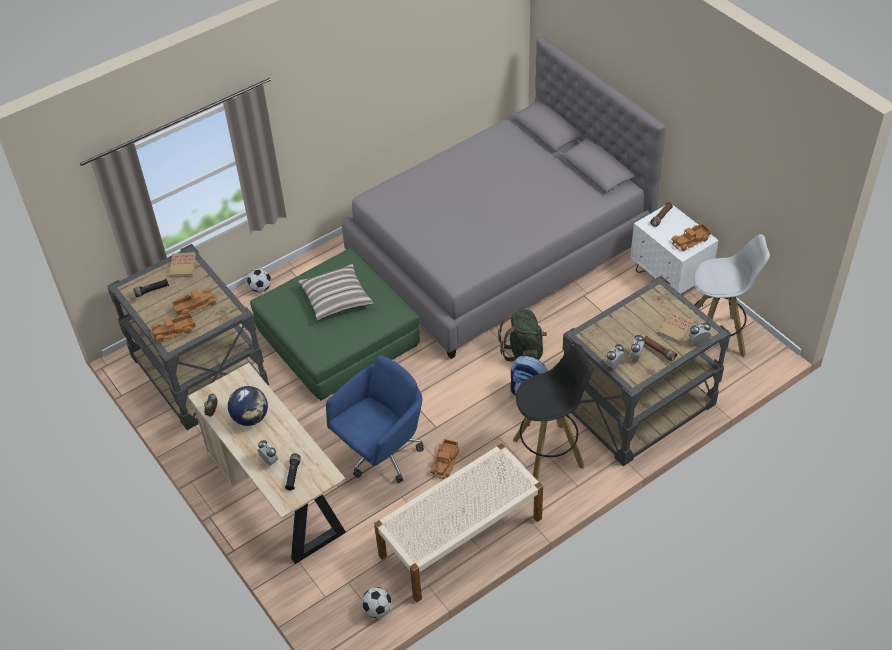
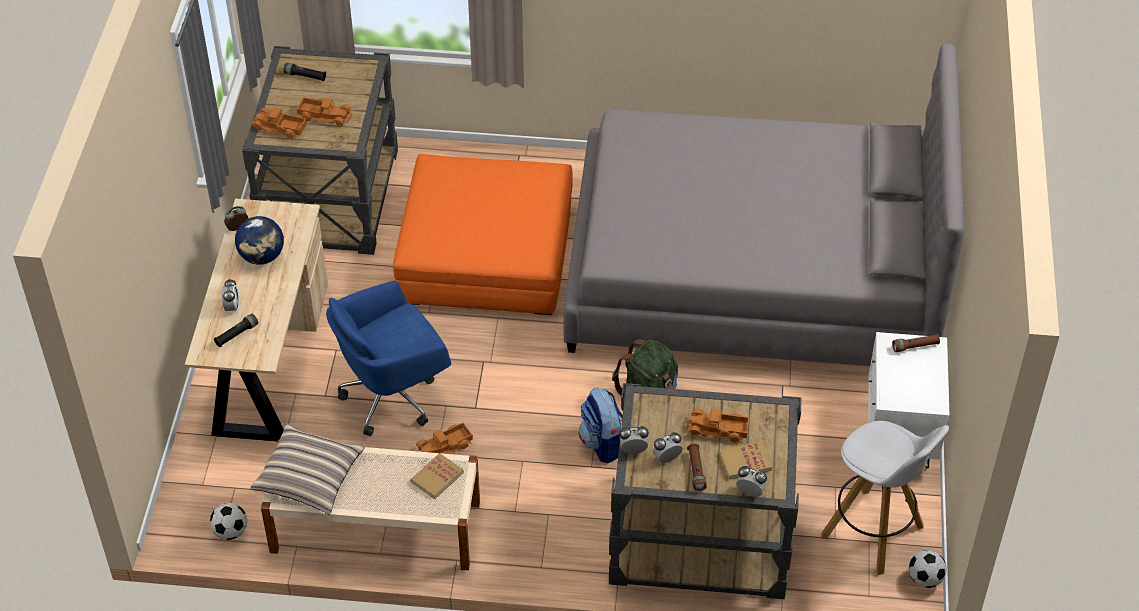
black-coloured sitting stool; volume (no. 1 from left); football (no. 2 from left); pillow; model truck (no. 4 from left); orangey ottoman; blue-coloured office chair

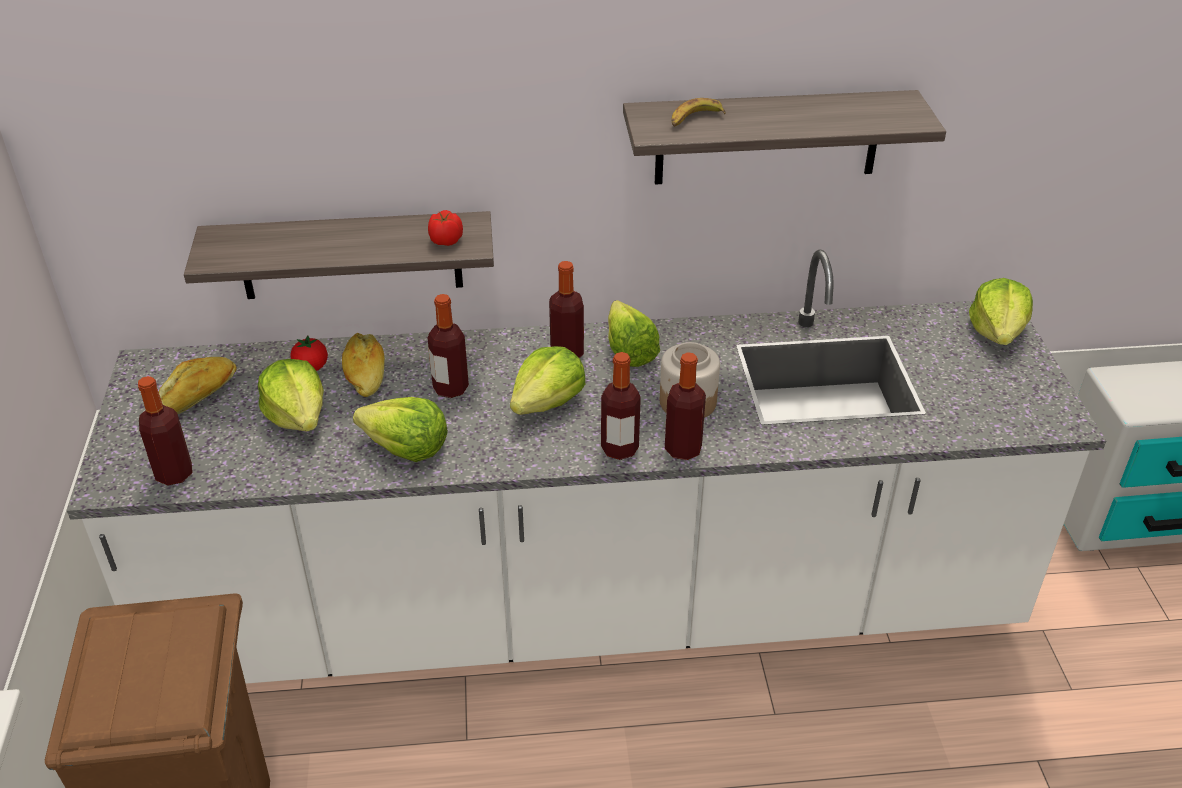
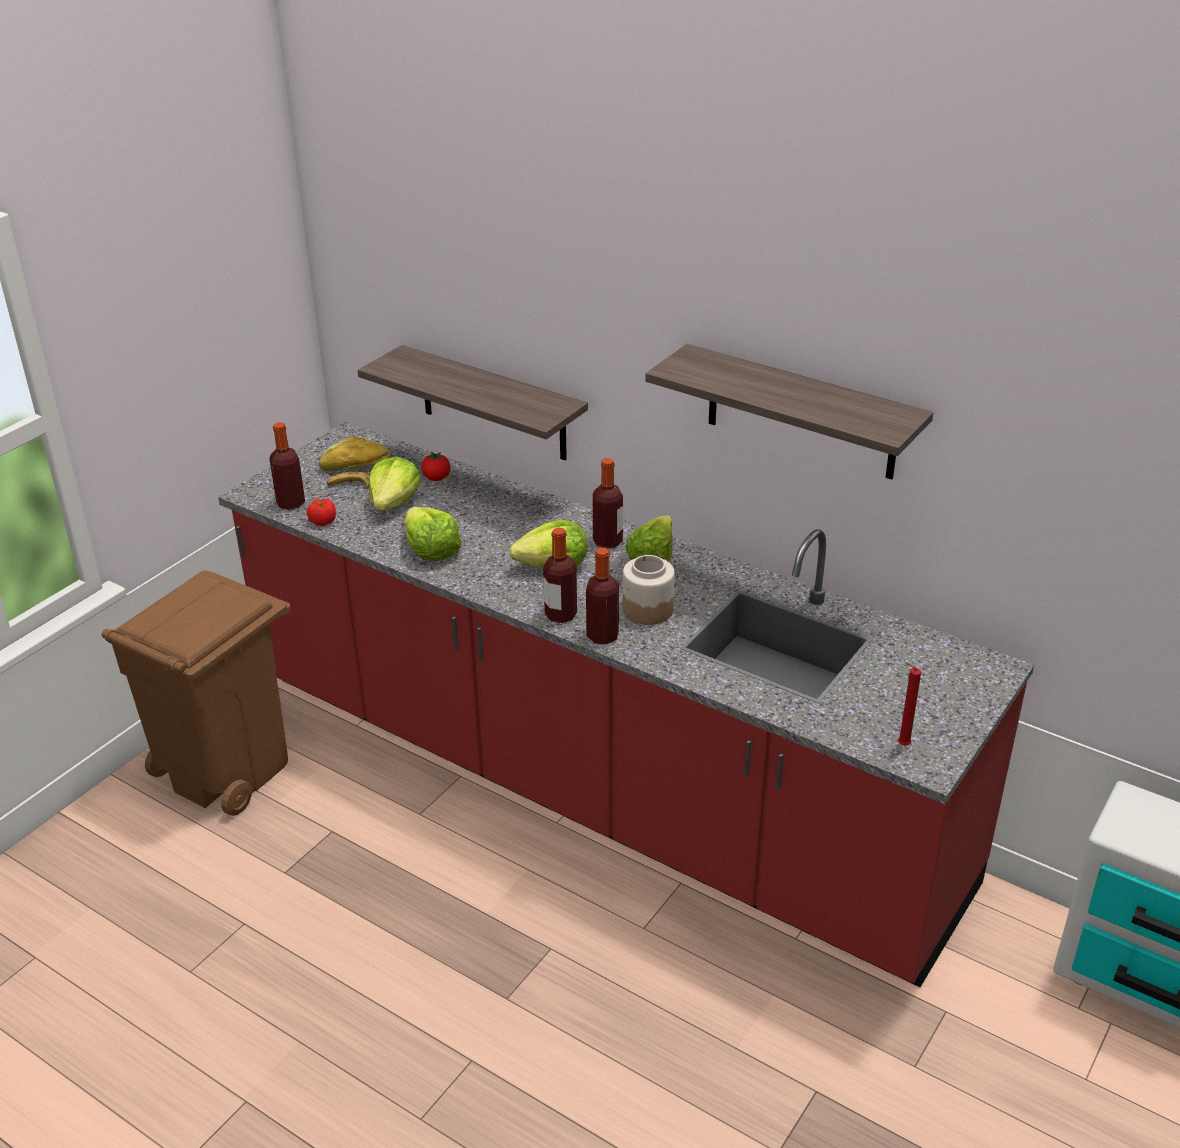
baked bread (no. 2 from left in the first image); bottle (no. 2 from left in the first image); lettuce (no. 5 from left in the first image); red-coloured wax light; fresh tomato (no. 1 from left); banana fruit; red-coloured kitchen base unit

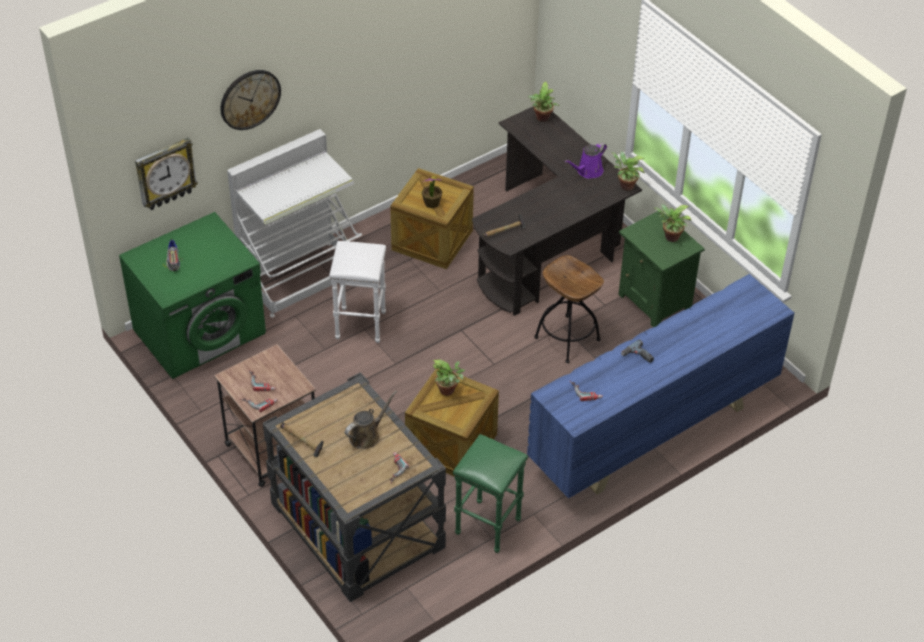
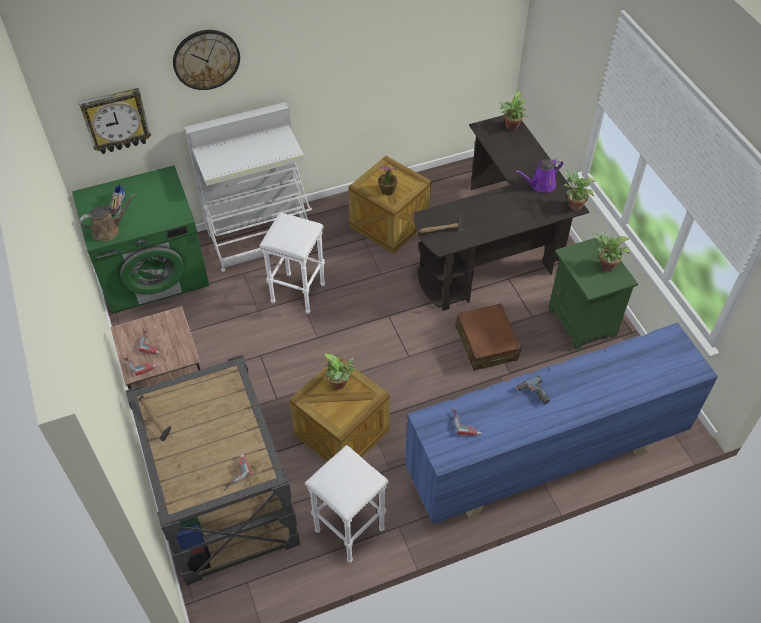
brown-coloured watering pot; brown-coloured suitcase; whitish sitting stool (no. 2 from left)

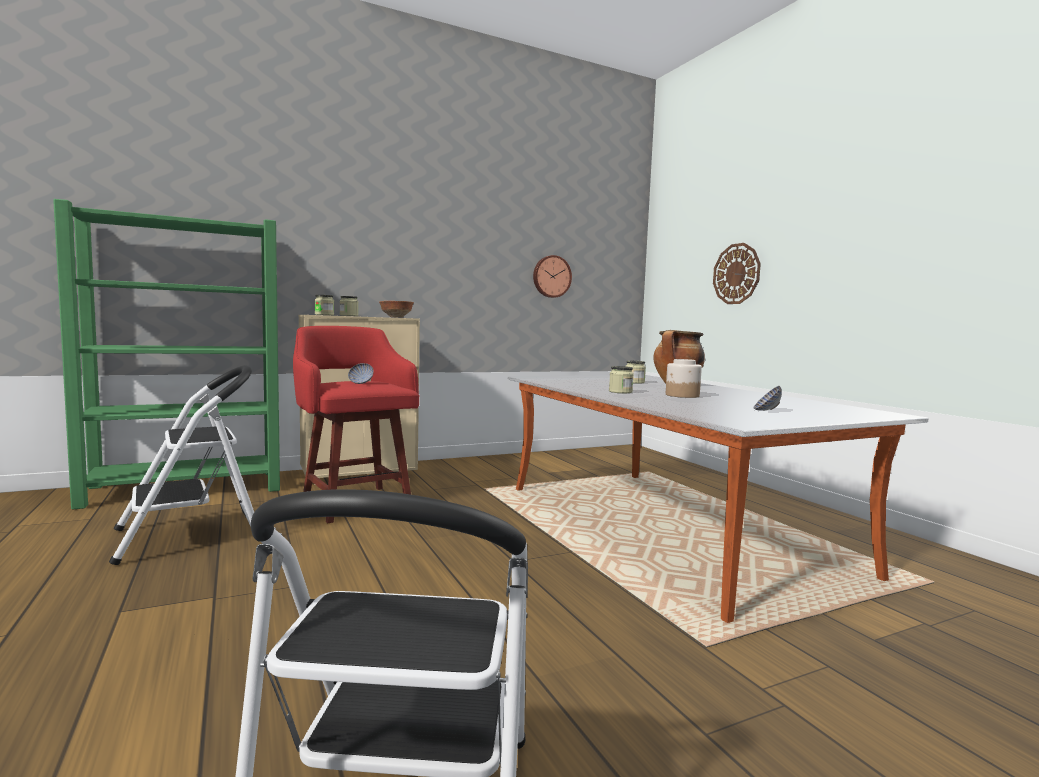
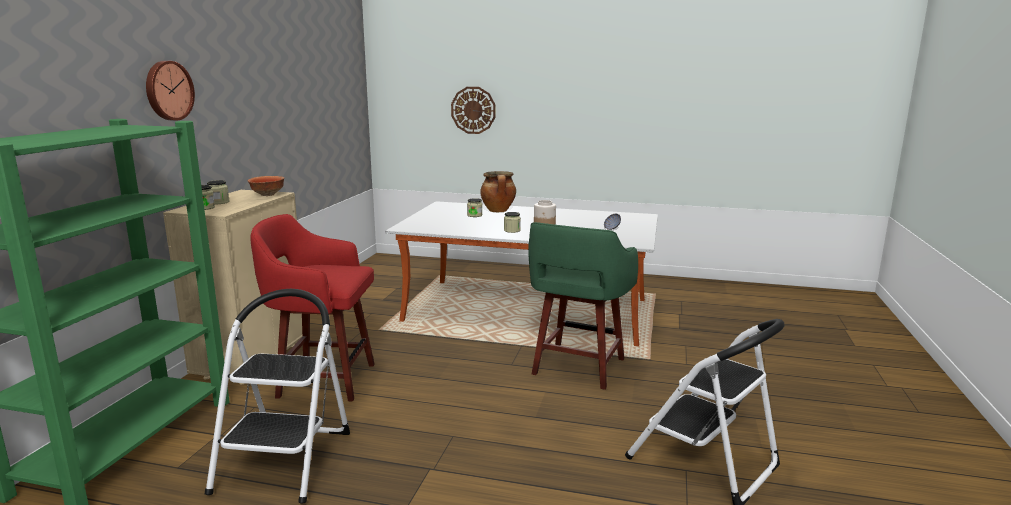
serving bowl (no. 1 from left in the first image); greenish sitting stool; wall clock (no. 1 from left)

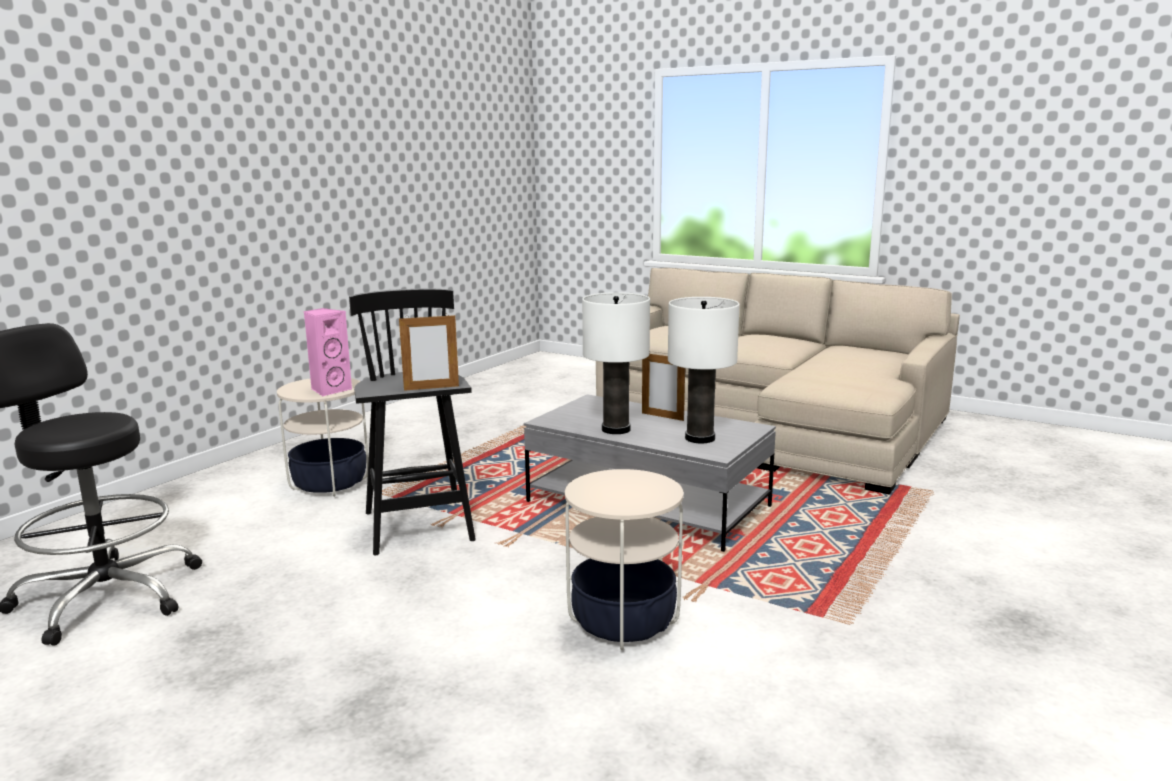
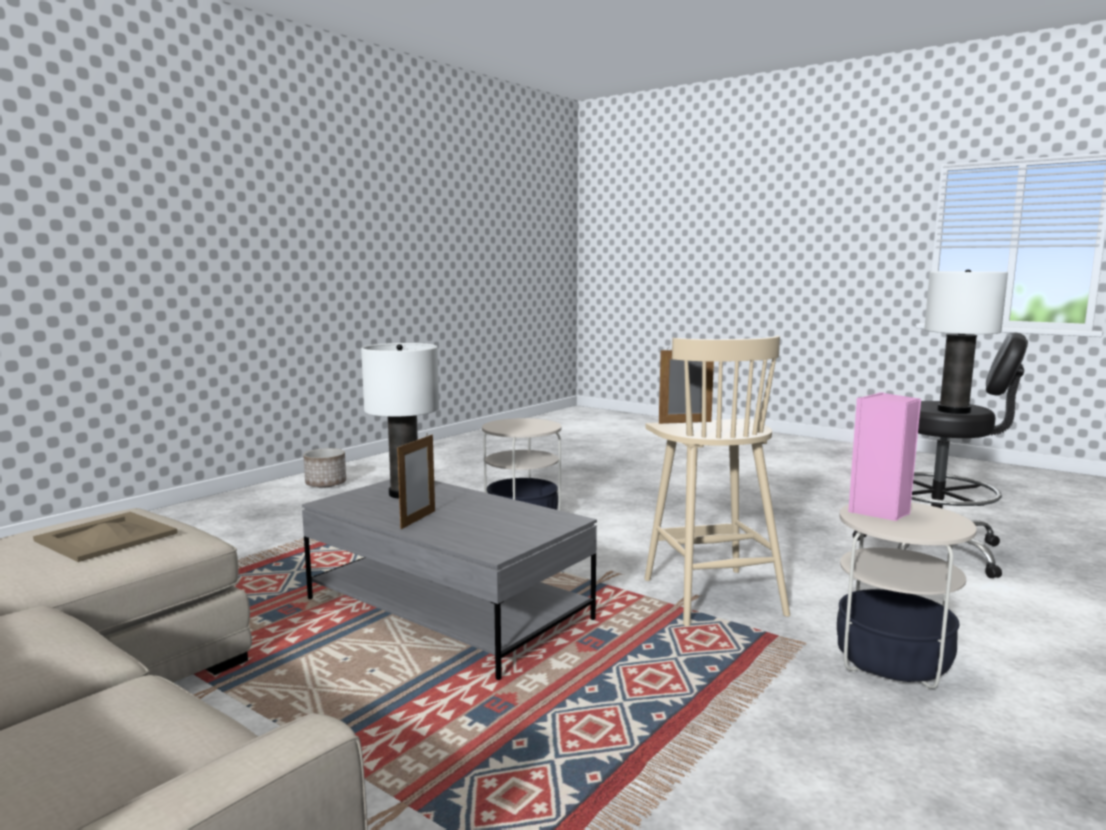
sand-coloured serving tray; plant pot; whitish tabletop lamp (no. 2 from left); sand-coloured sitting stool; photo frame (no. 1 from left)

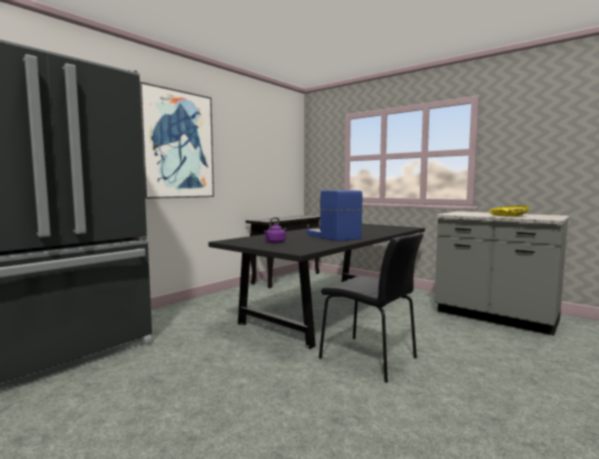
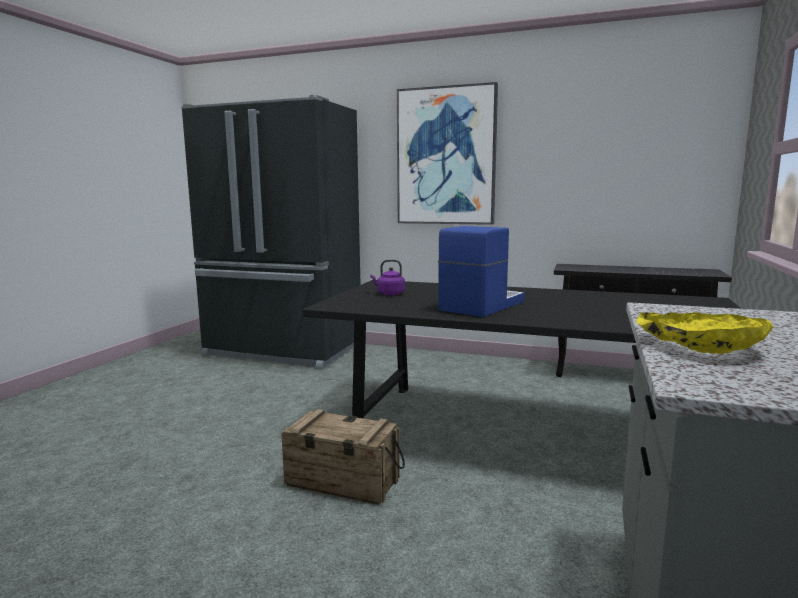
packing crate

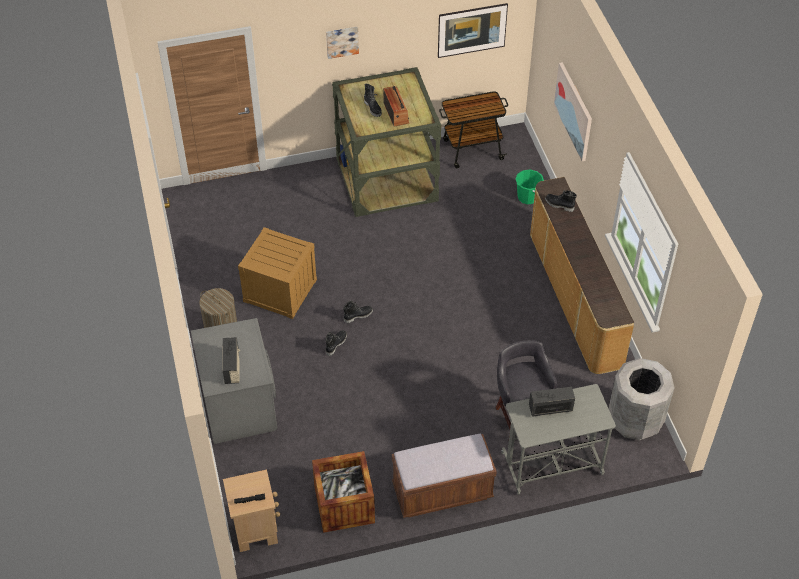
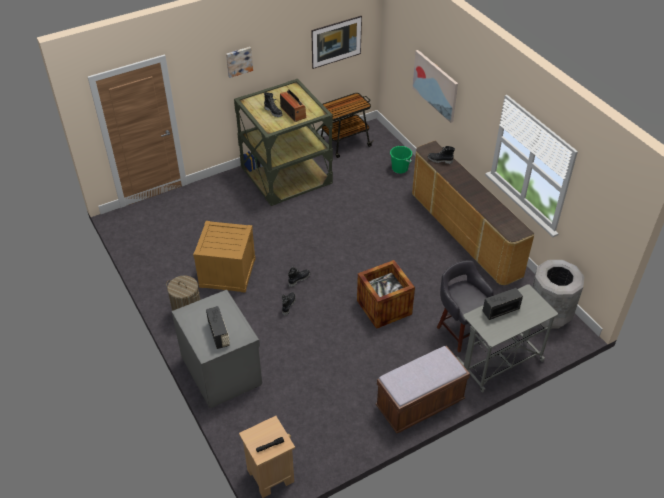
packing crate (no. 2 from left)

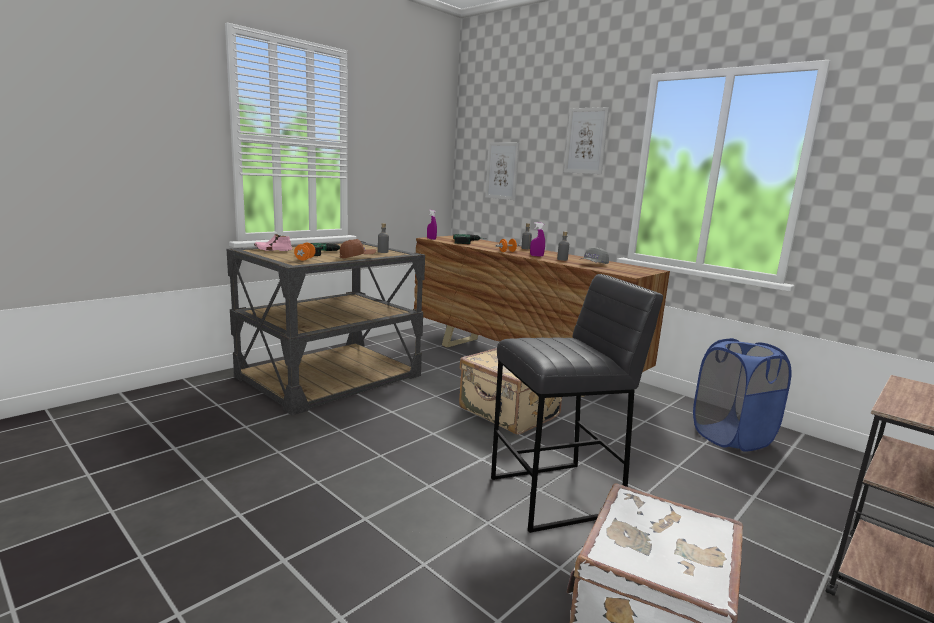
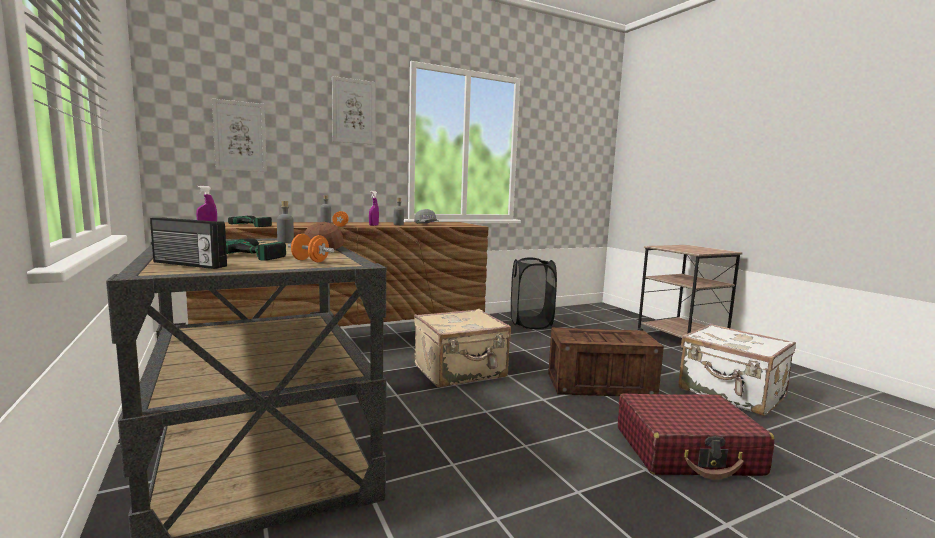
red-coloured suitcase; radio; packing crate; black-coloured hamper

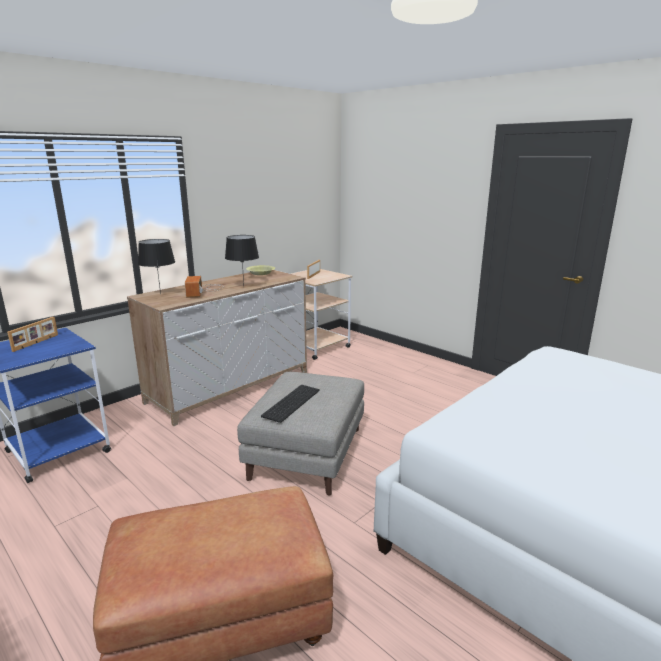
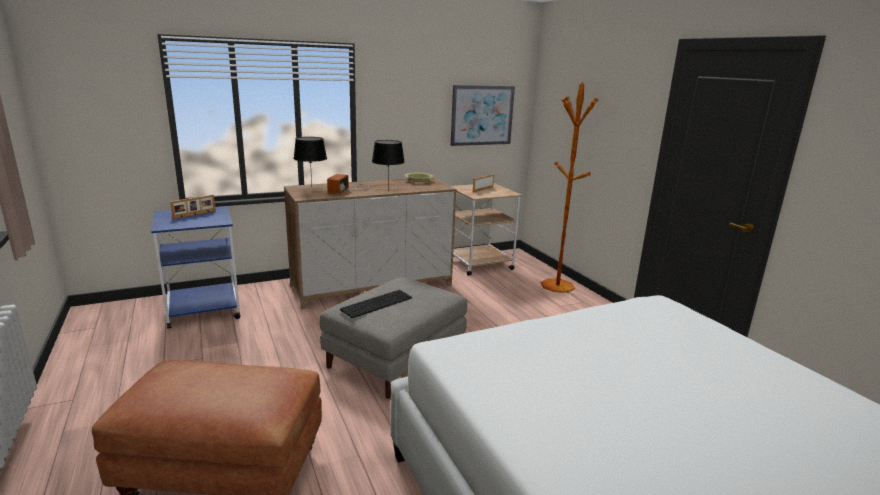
picture; orangey garment rack

